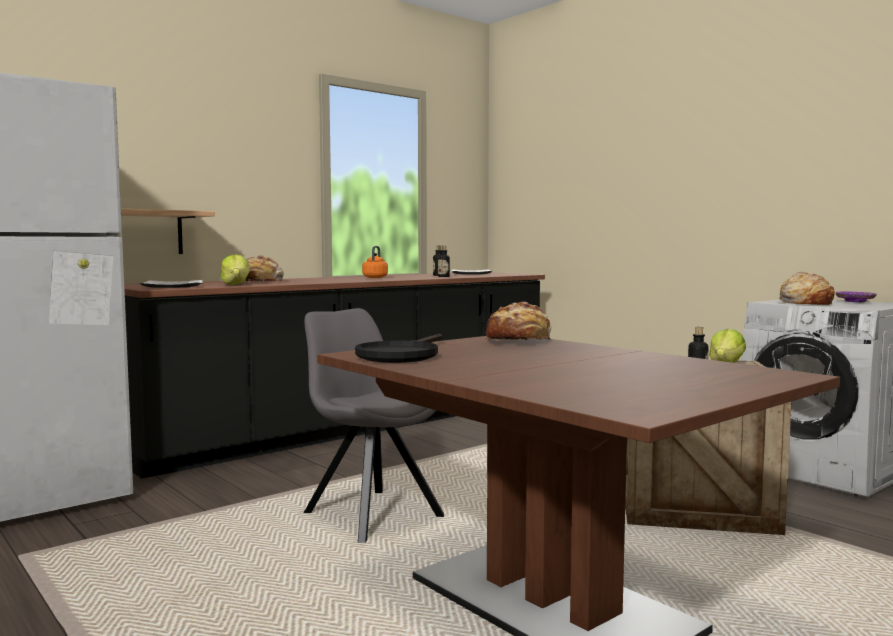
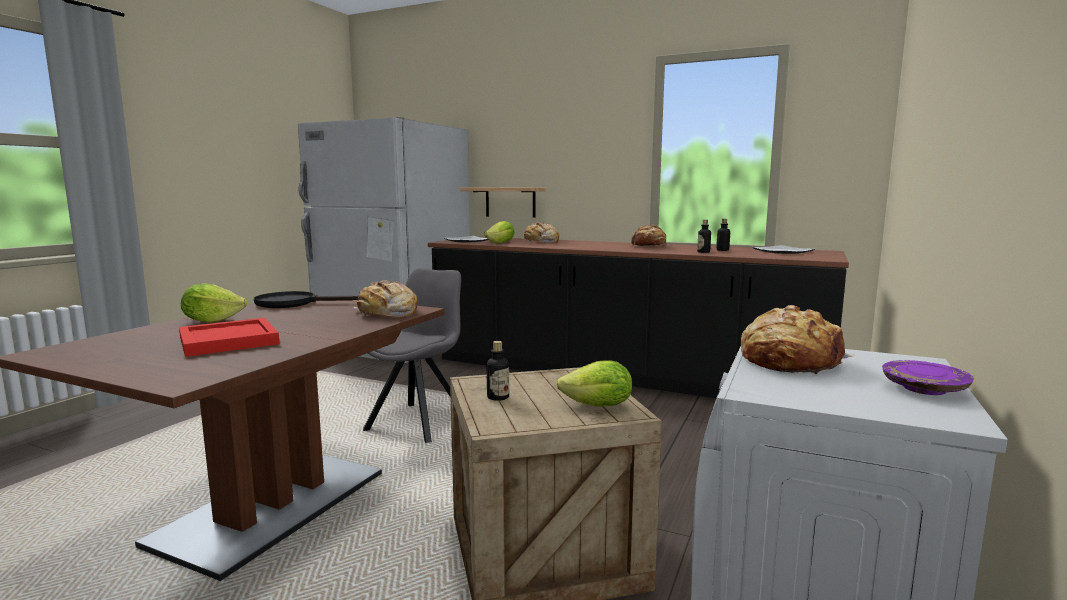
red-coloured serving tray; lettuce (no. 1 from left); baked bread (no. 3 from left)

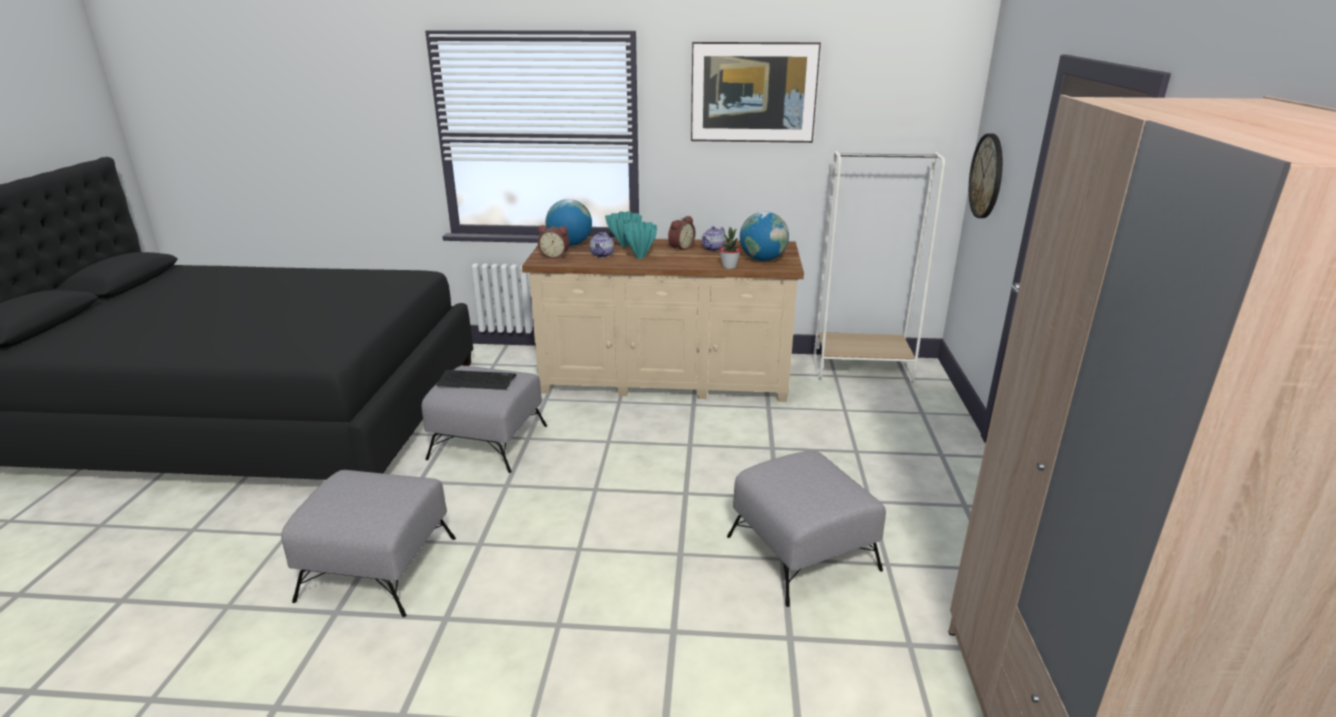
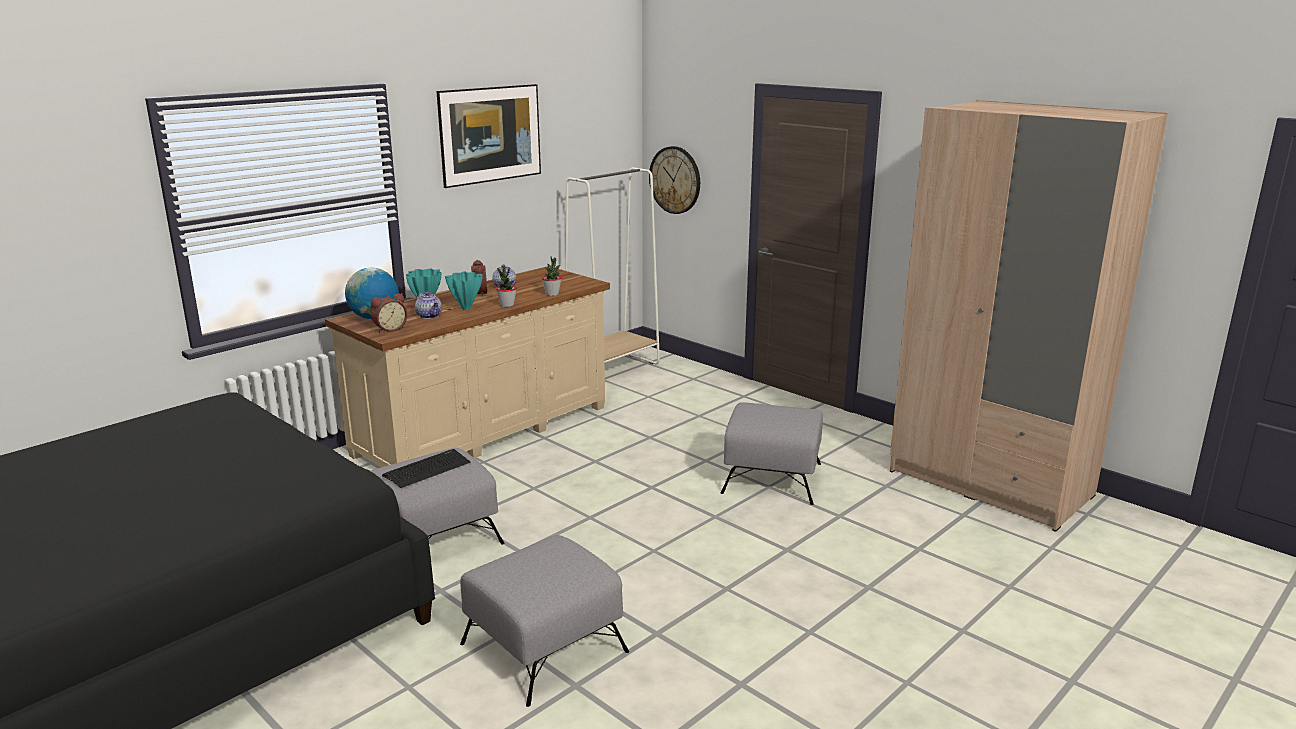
world globe (no. 2 from left in the first image); houseplant (no. 1 from left)

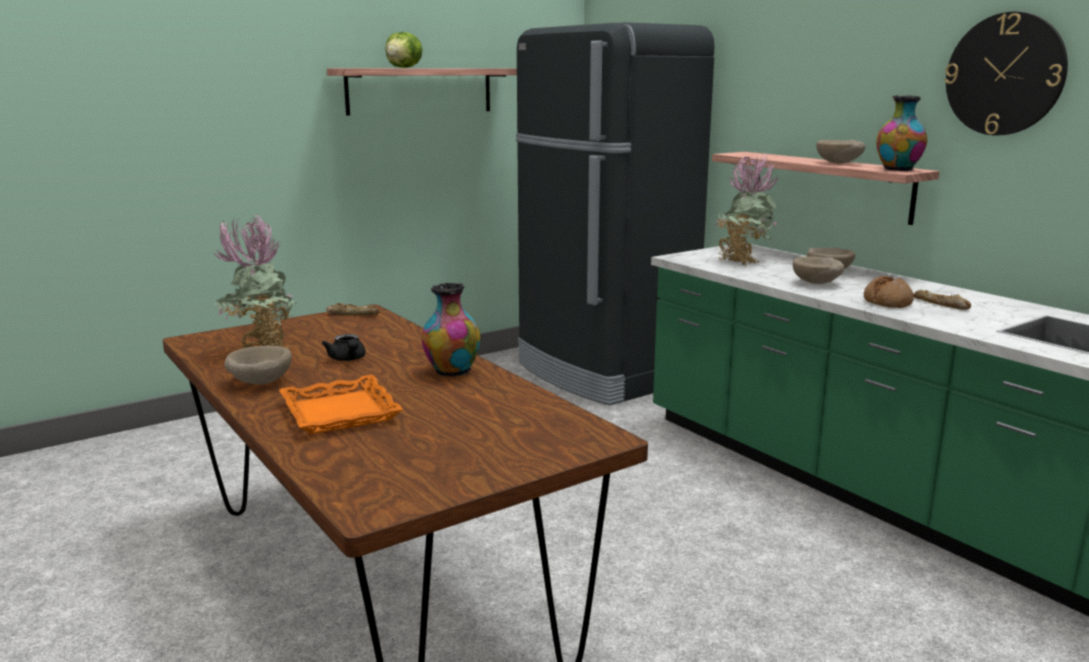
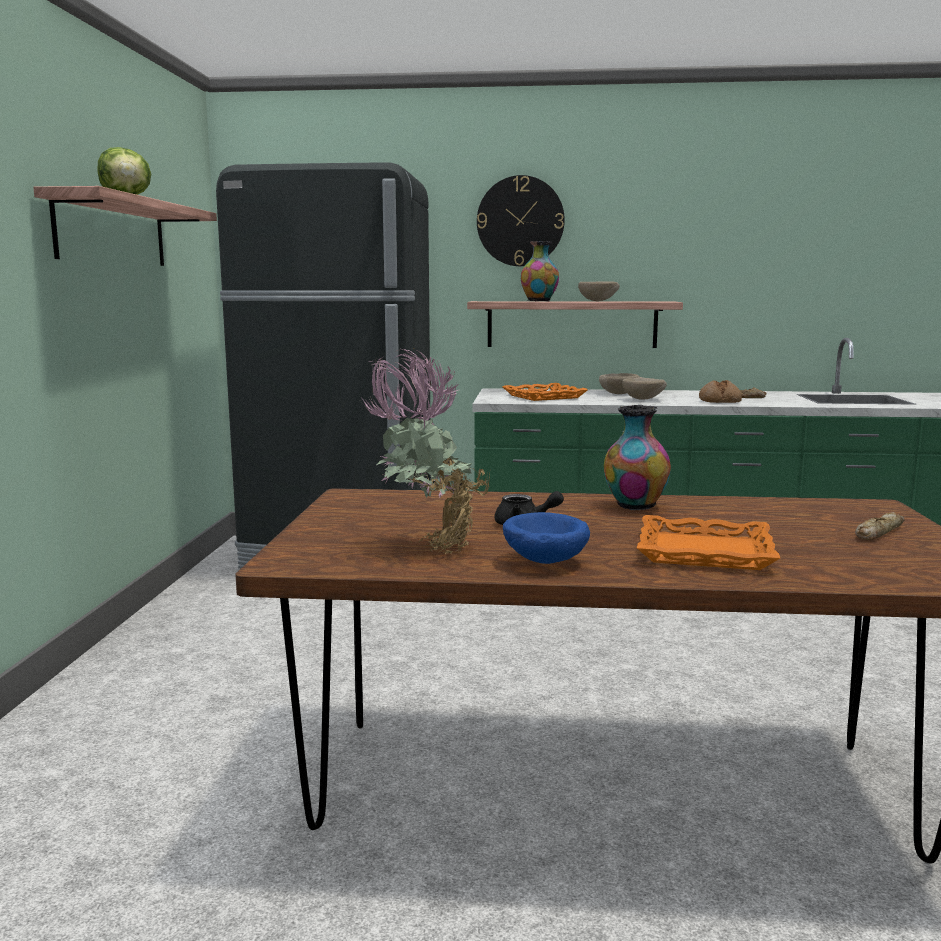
baked bread (no. 3 from left); flower vase (no. 1 from left); wall clock; orangey serving tray (no. 1 from left); blue-coloured serving bowl

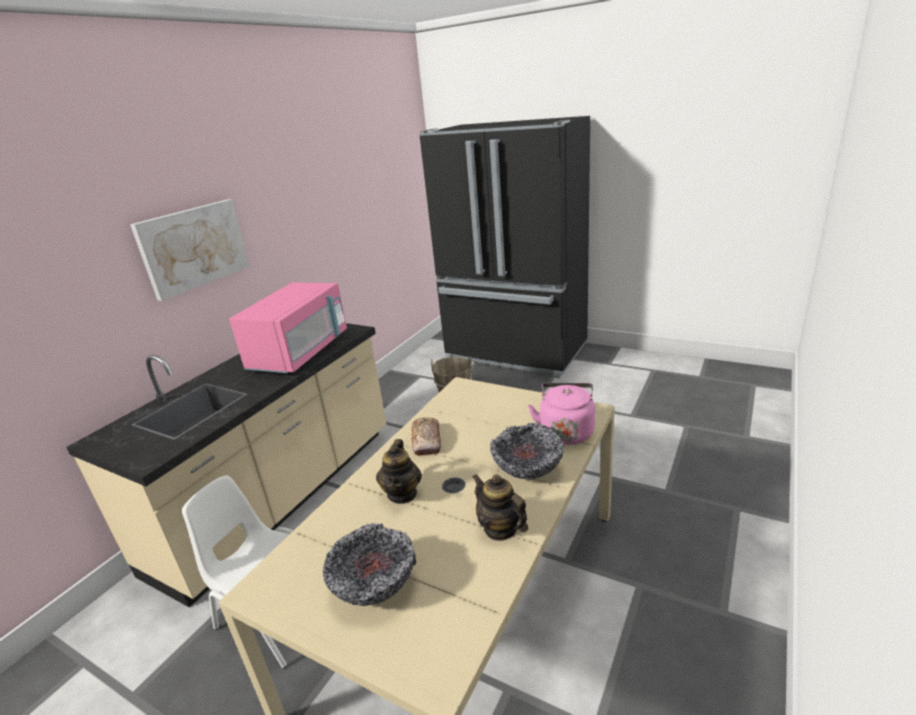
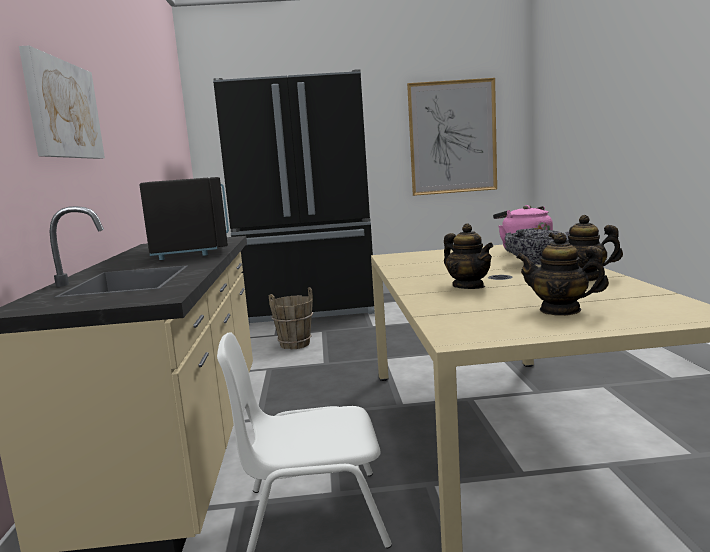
baked bread; picture (no. 2 from left); pot for tea (no. 2 from left); black-coloured kitchen microwave

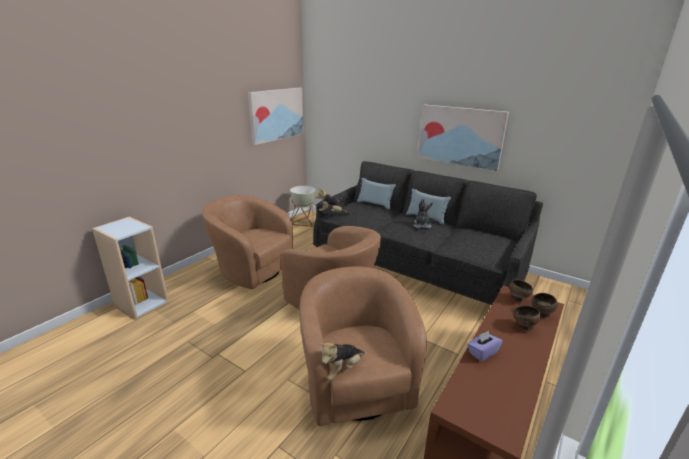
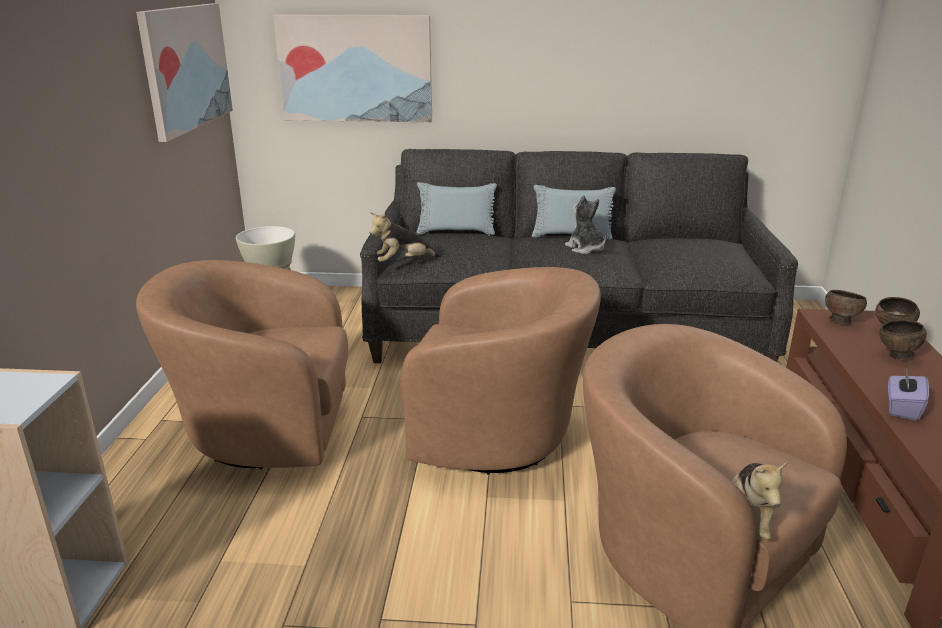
picture (no. 2 from left)

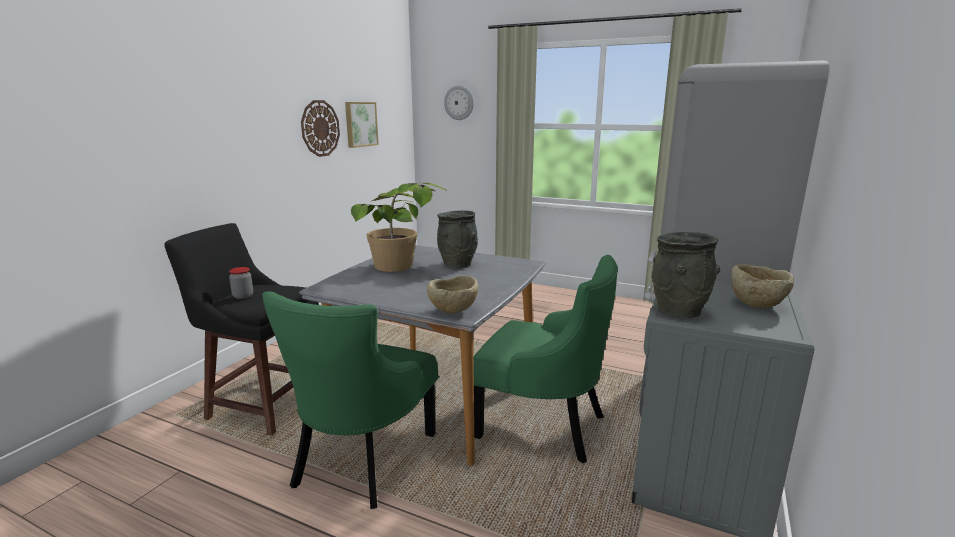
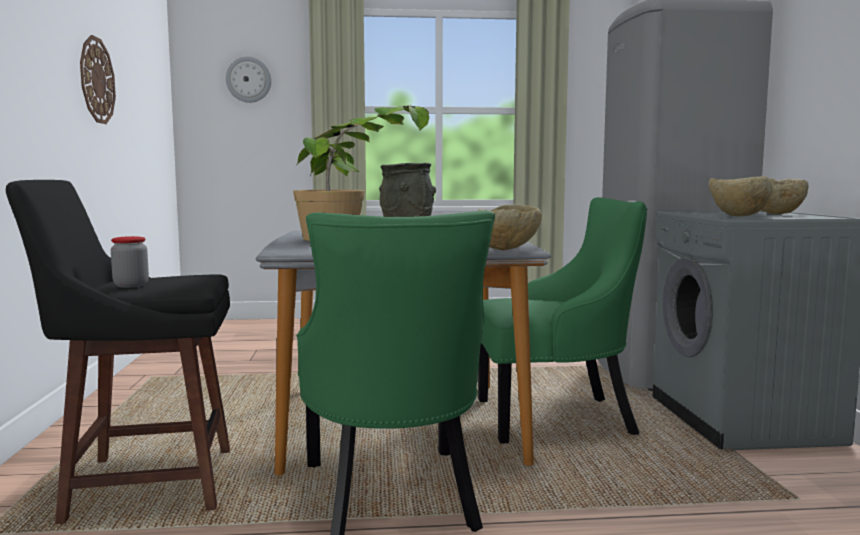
picture; sand-coloured serving bowl (no. 2 from left)

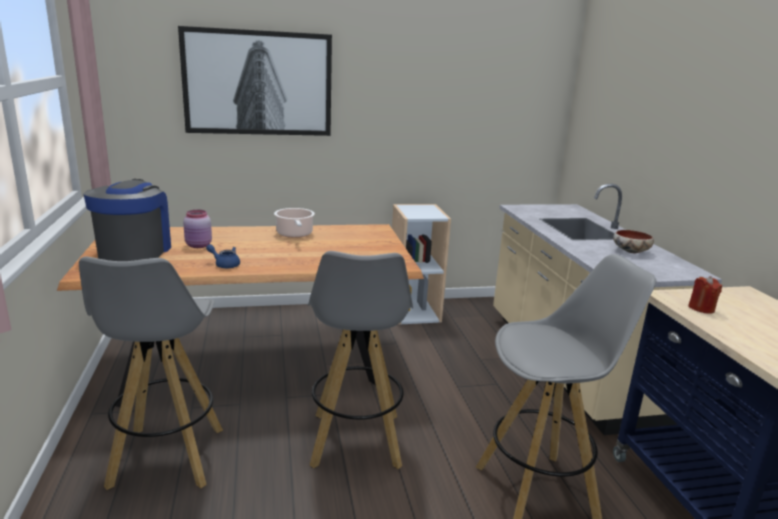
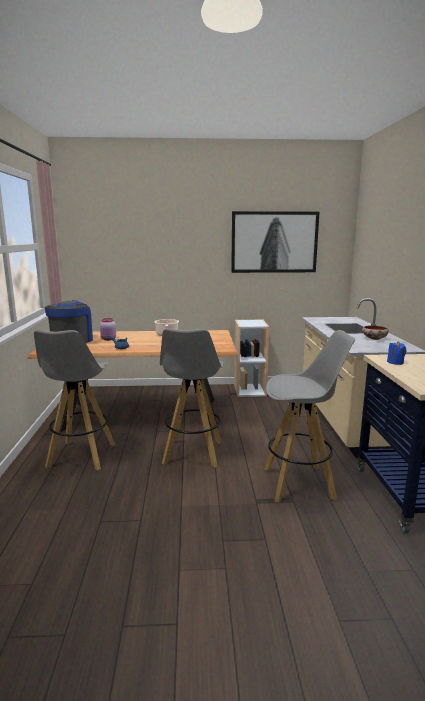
picture; blue-coloured wax light

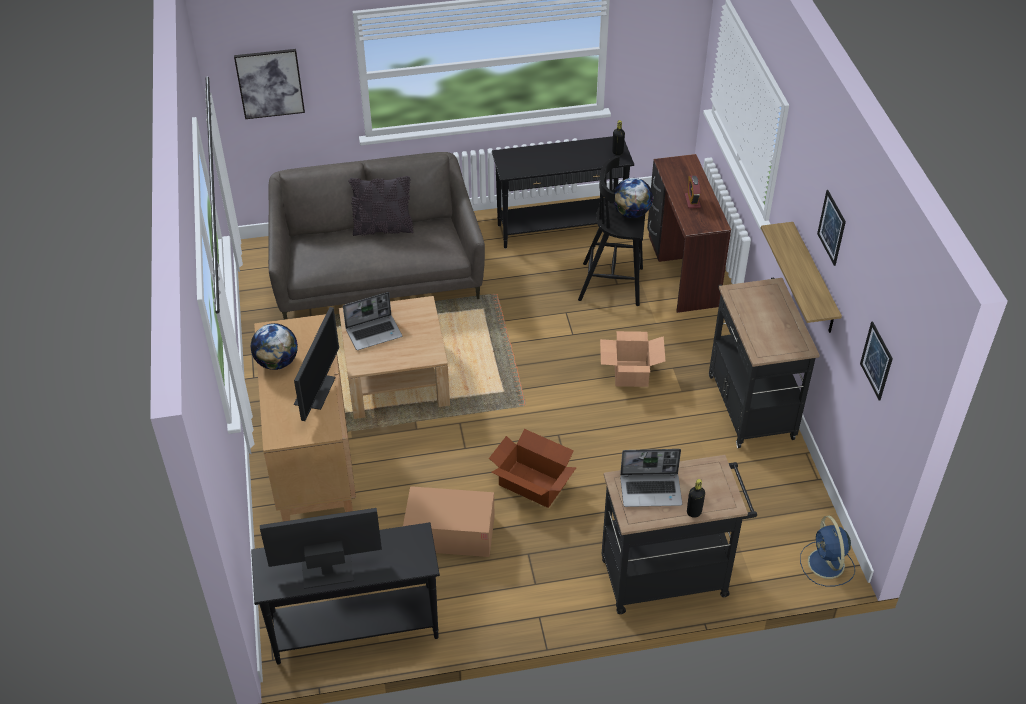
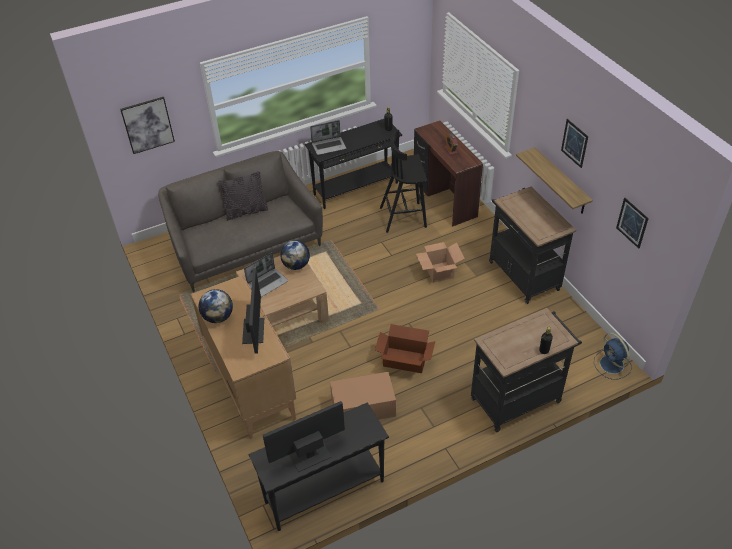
world globe (no. 2 from left); notebook computer (no. 2 from left)

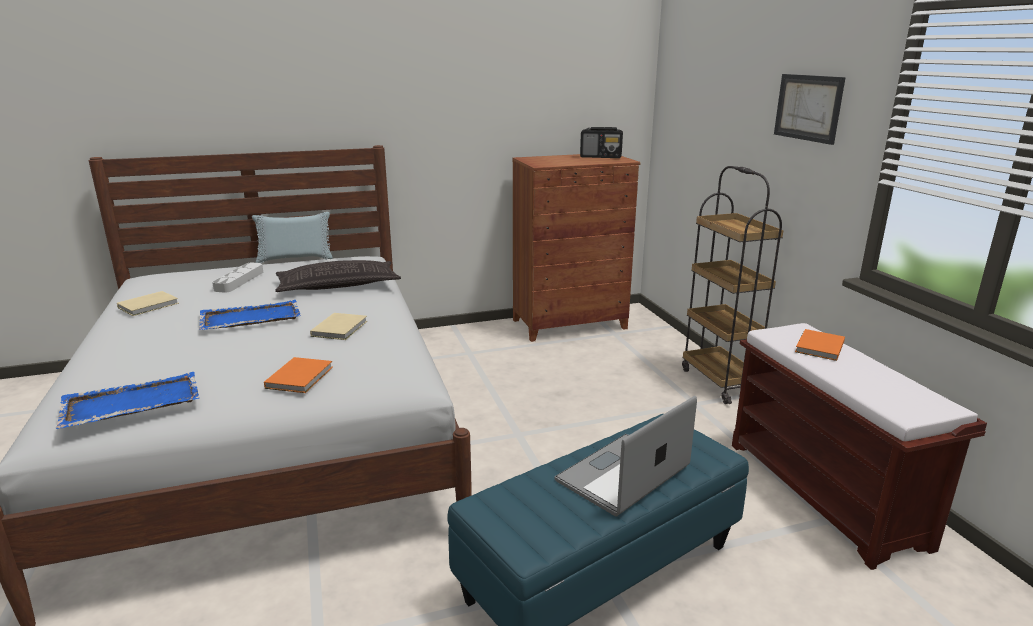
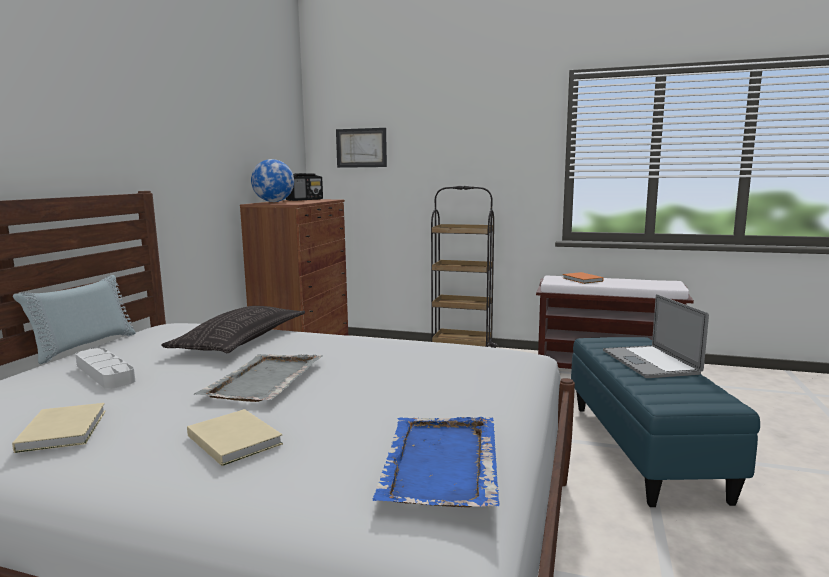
orangey volume (no. 1 from left in the first image); world globe; sand-coloured volume (no. 2 from left); picture; greyish serving tray (no. 2 from left)

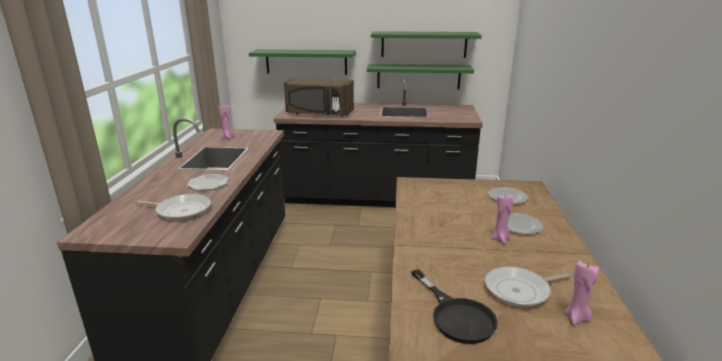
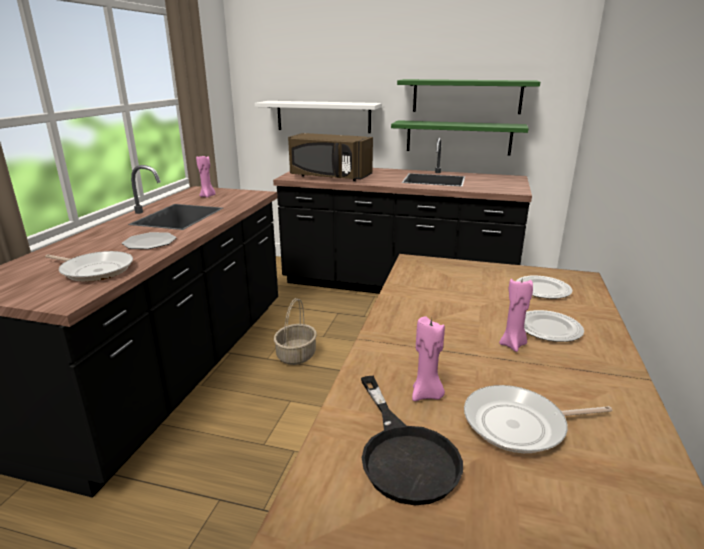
basket; pink-coloured wax light (no. 2 from left); whitish bracket shelf

